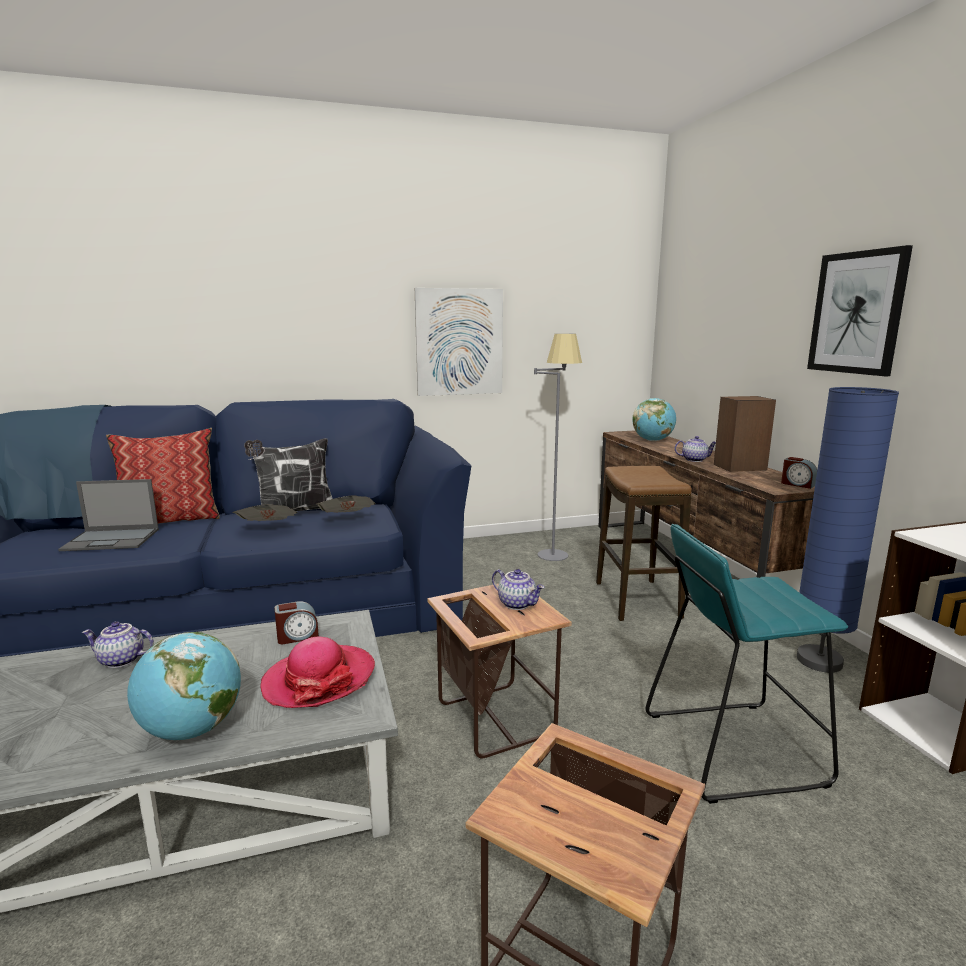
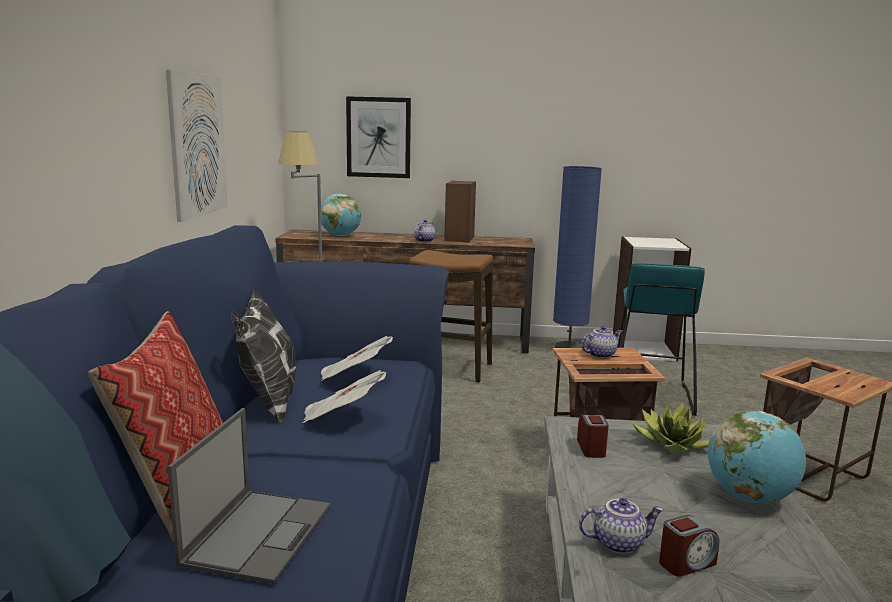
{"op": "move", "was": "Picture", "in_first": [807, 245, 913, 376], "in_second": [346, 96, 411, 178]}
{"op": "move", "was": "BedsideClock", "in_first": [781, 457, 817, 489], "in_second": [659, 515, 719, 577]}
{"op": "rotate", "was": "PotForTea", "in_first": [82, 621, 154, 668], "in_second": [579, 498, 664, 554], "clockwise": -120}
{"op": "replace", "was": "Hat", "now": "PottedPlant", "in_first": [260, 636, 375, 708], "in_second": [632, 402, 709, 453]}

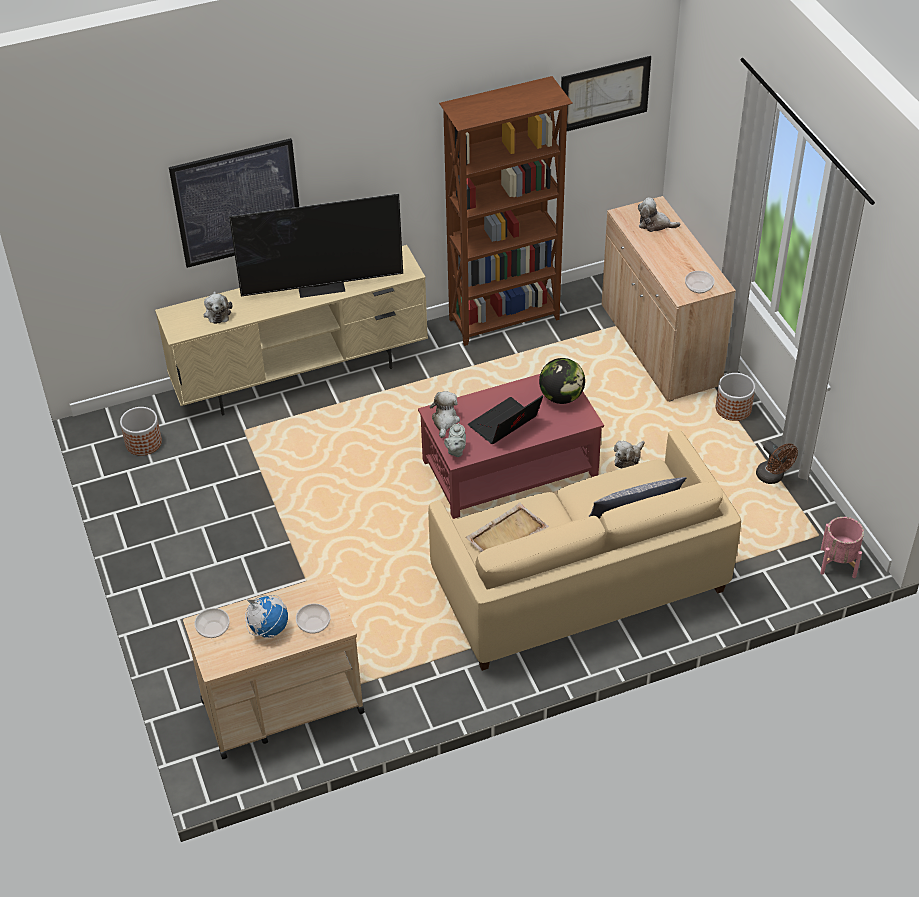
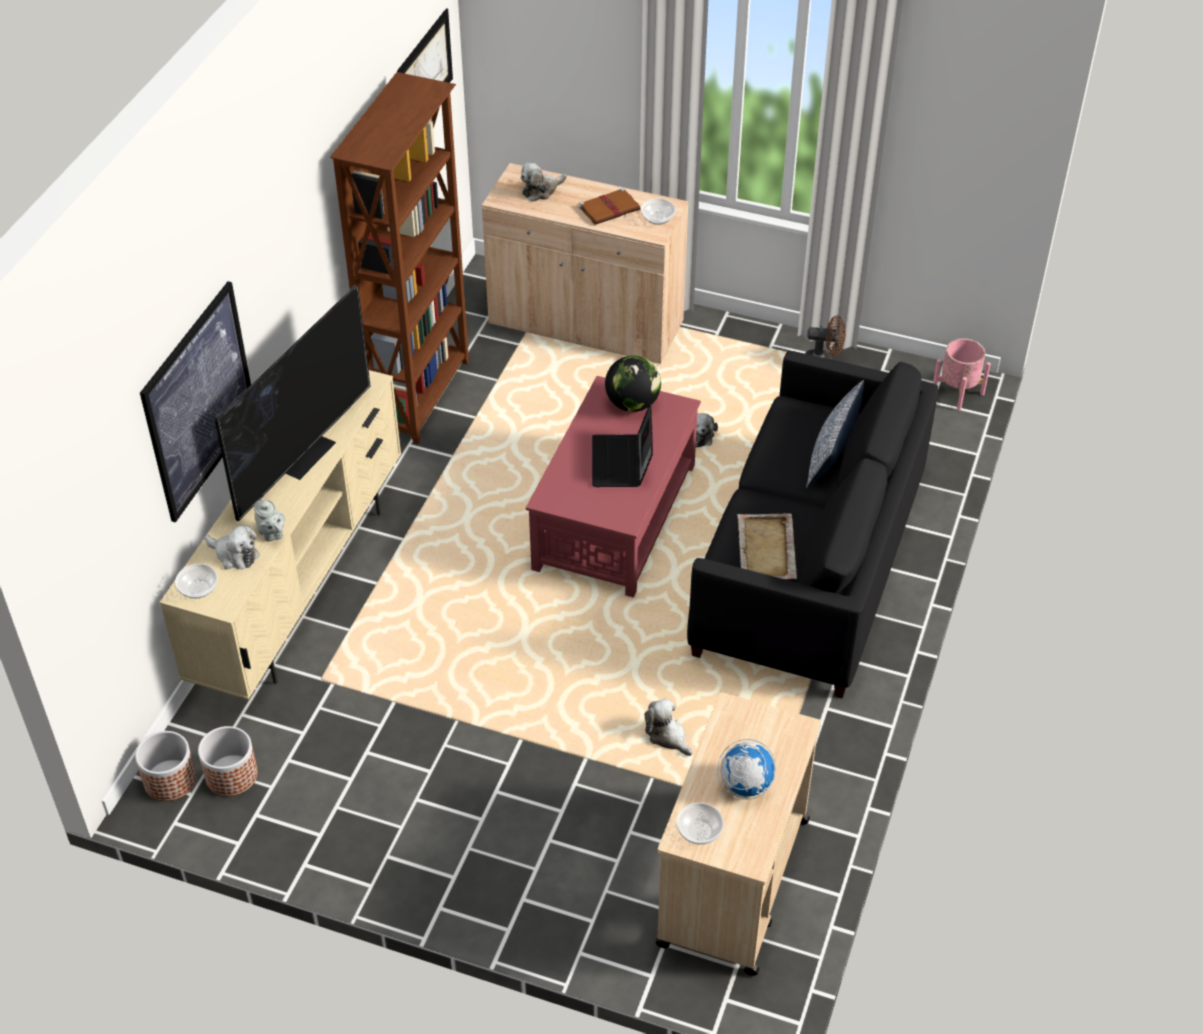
{"op": "move", "was": "Planter", "in_first": [716, 373, 755, 421], "in_second": [135, 731, 196, 801]}
{"op": "move", "was": "CuddlyToy", "in_first": [430, 391, 460, 438], "in_second": [644, 698, 692, 756]}
{"op": "move", "was": "GreyishPotForTea", "in_first": [444, 423, 466, 457], "in_second": [254, 498, 285, 542]}
{"op": "recolor", "was": "SandColouredCouch", "now": "BlackColouredCouch", "in_first": [428, 429, 741, 671], "in_second": [687, 351, 939, 699]}
{"op": "move", "was": "ServingBowl", "in_first": [296, 603, 331, 634], "in_second": [175, 564, 218, 598]}
{"op": "insert", "now": "BrownishBoundBook", "in_second": [579, 188, 640, 225]}

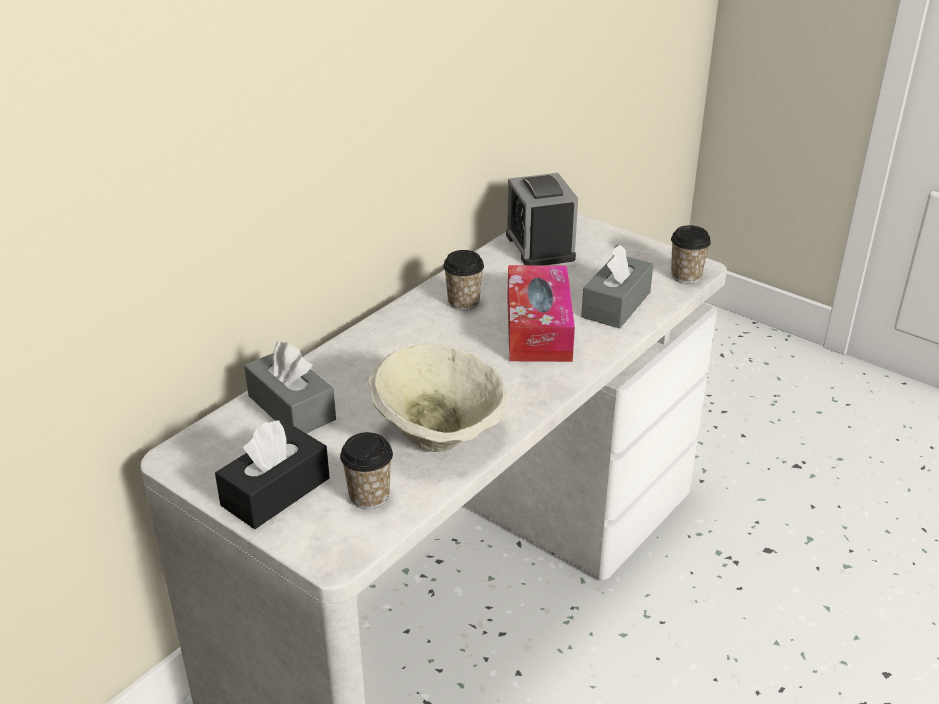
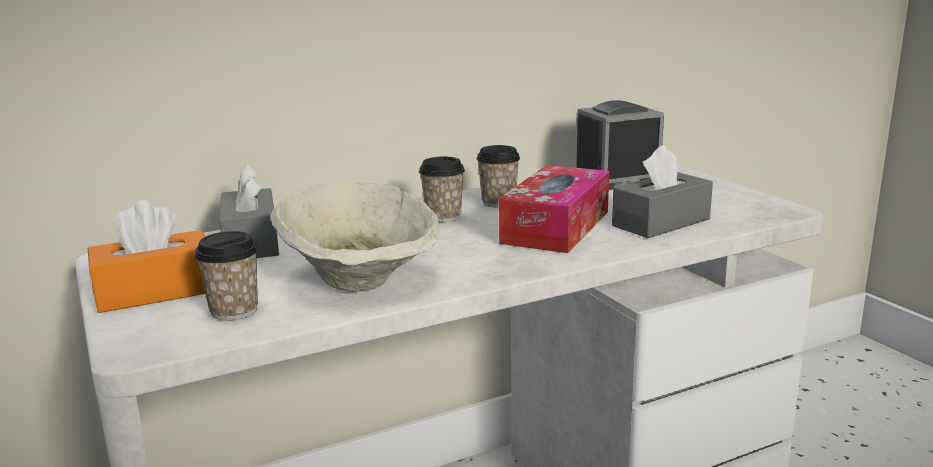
{"op": "rotate", "was": "BedsideClock", "in_first": [506, 173, 578, 265], "in_second": [576, 100, 664, 190], "clockwise": 60}
{"op": "move", "was": "DrinkingCup", "in_first": [671, 225, 711, 284], "in_second": [419, 157, 465, 222]}
{"op": "recolor", "was": "BlackColouredTissueHolder", "now": "OrangeyTissueHolder", "in_first": [215, 420, 330, 529], "in_second": [88, 200, 205, 313]}

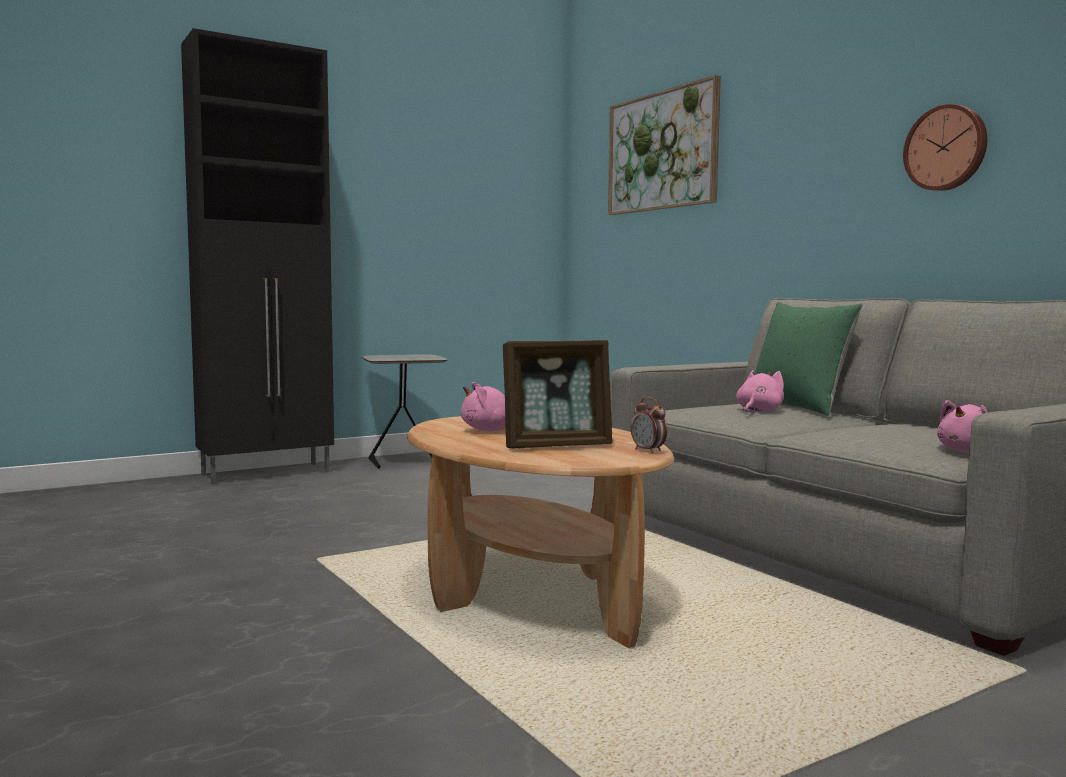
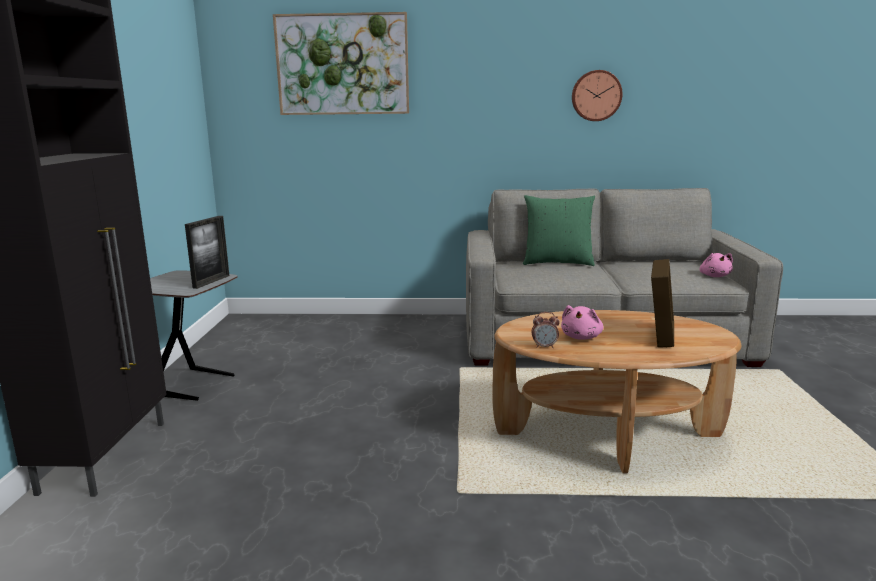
{"op": "delete", "was": "PinkCuddlyToy", "in_first": [736, 370, 784, 412]}
{"op": "move", "was": "BedsideClock", "in_first": [631, 397, 667, 453], "in_second": [532, 312, 560, 348]}
{"op": "insert", "now": "PictureFrame", "in_second": [185, 216, 230, 289]}

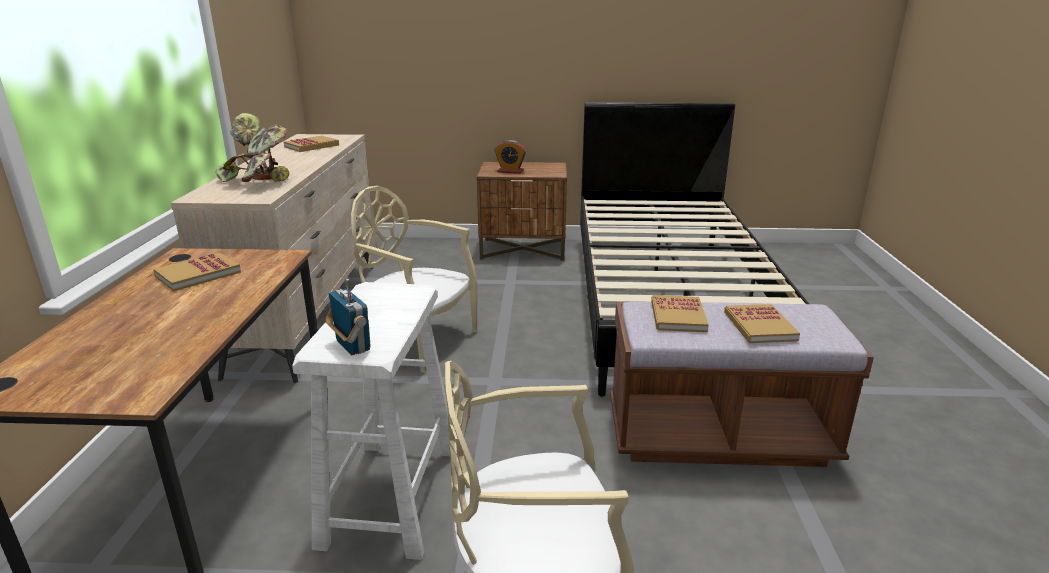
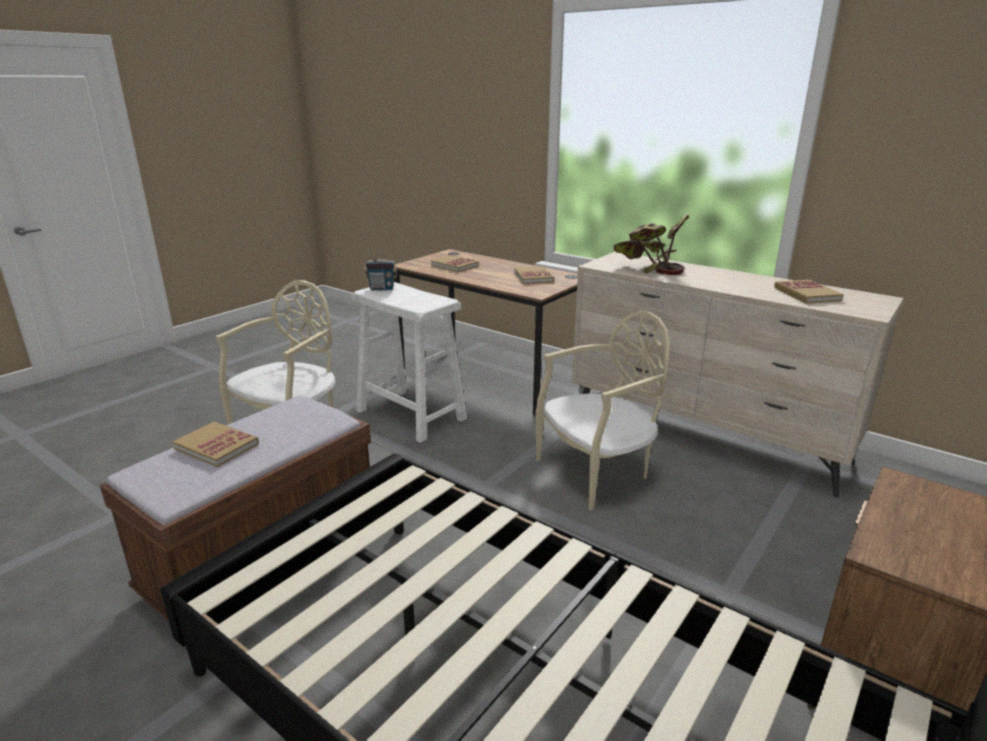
{"op": "delete", "was": "BedsideClock", "in_first": [494, 140, 527, 174]}
{"op": "move", "was": "BoundBook", "in_first": [651, 295, 709, 332], "in_second": [431, 255, 479, 272]}

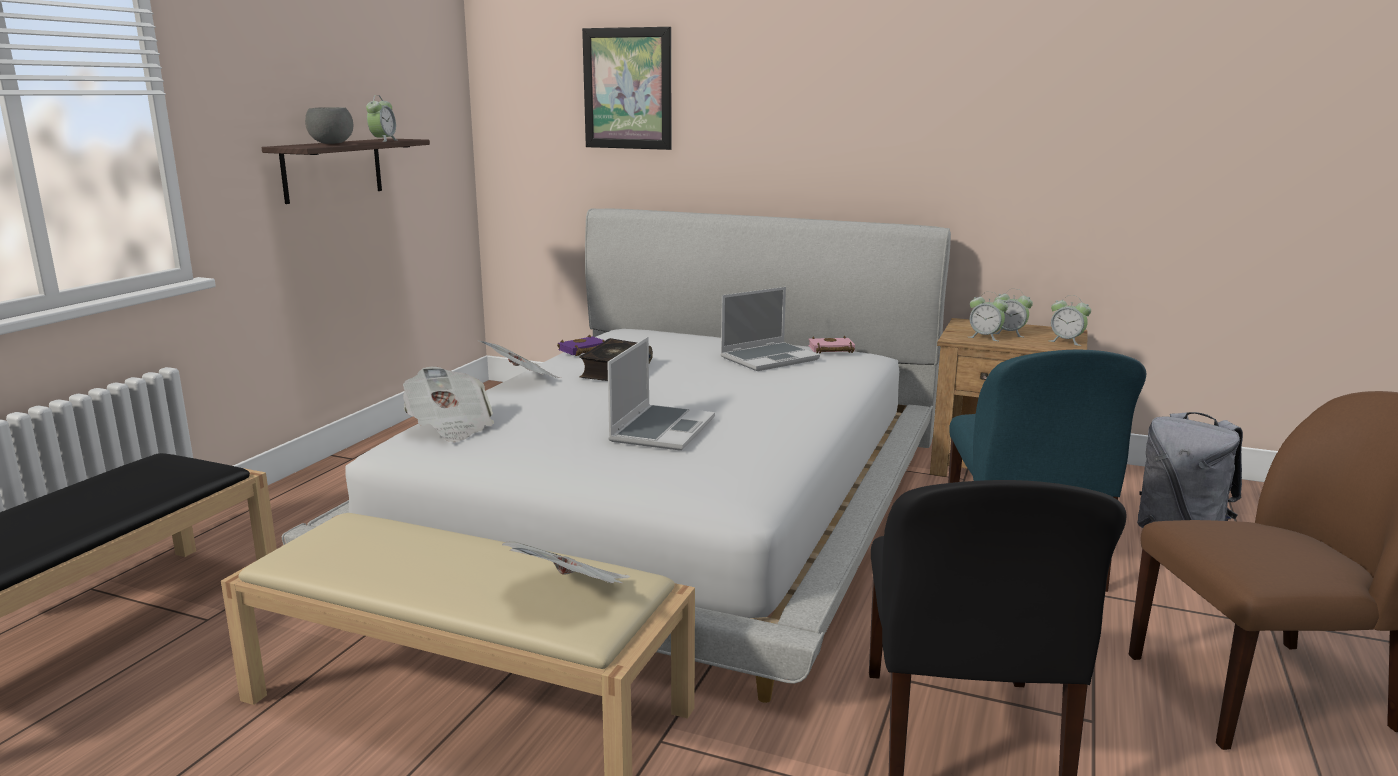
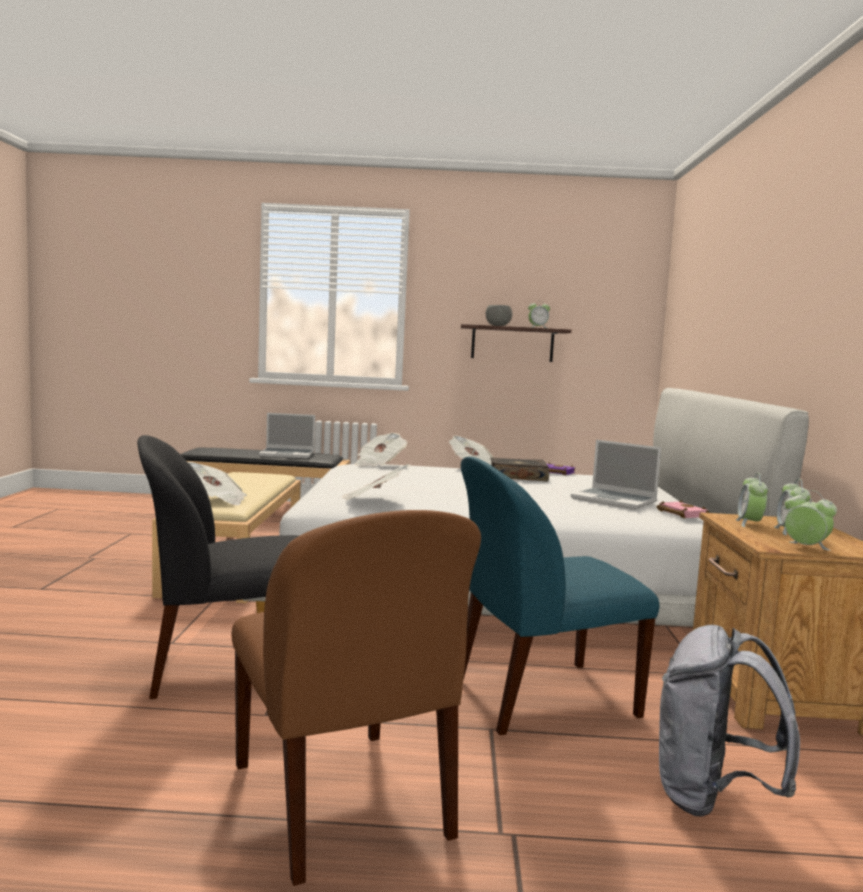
{"op": "delete", "was": "Picture", "in_first": [582, 27, 672, 150]}
{"op": "rotate", "was": "BedsideClock", "in_first": [1050, 295, 1091, 346], "in_second": [785, 490, 837, 551], "clockwise": 120}
{"op": "move", "was": "NotebookComputer", "in_first": [607, 337, 715, 451], "in_second": [259, 413, 315, 459]}
{"op": "insert", "now": "Newspaper", "in_second": [342, 464, 410, 500]}

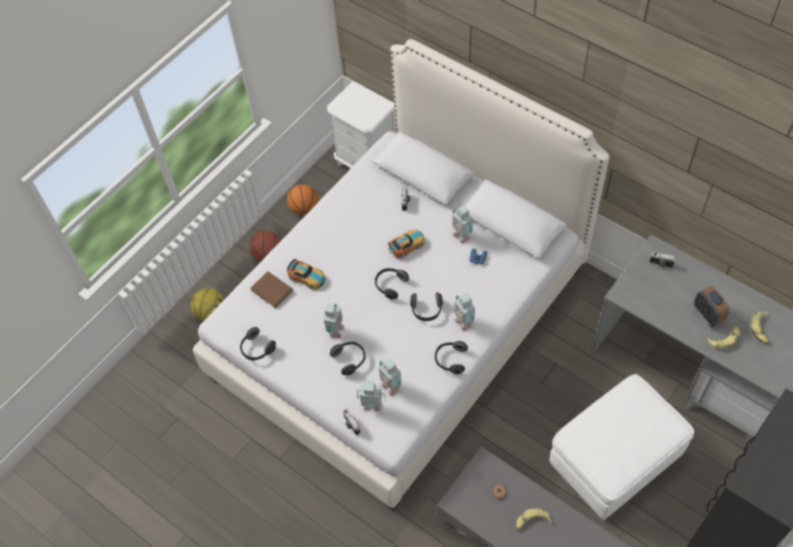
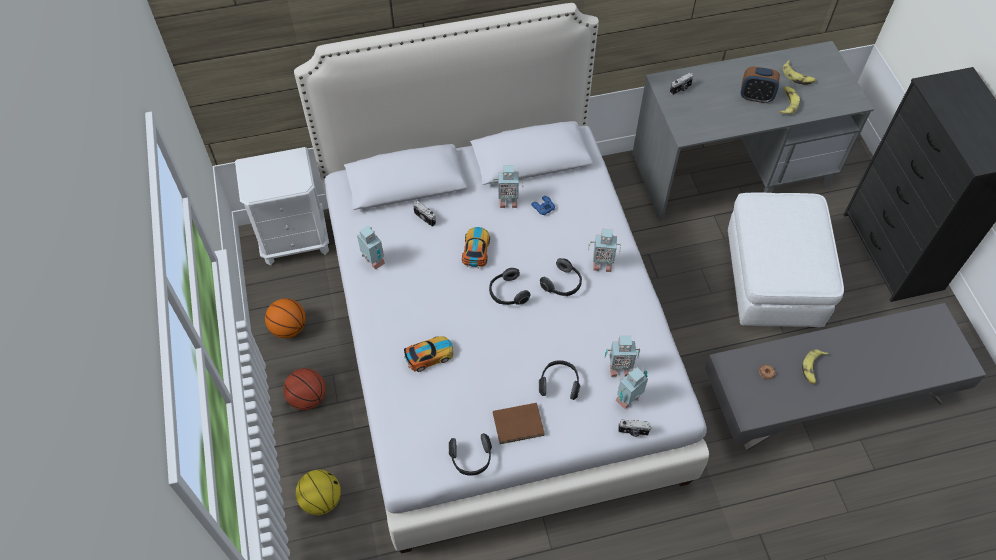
{"op": "move", "was": "BrownishBoundBook", "in_first": [250, 271, 293, 308], "in_second": [493, 403, 545, 444]}
{"op": "move", "was": "ToyRobot", "in_first": [324, 303, 344, 339], "in_second": [357, 226, 385, 270]}
{"op": "delete", "was": "Headphones", "in_first": [435, 341, 468, 374]}

